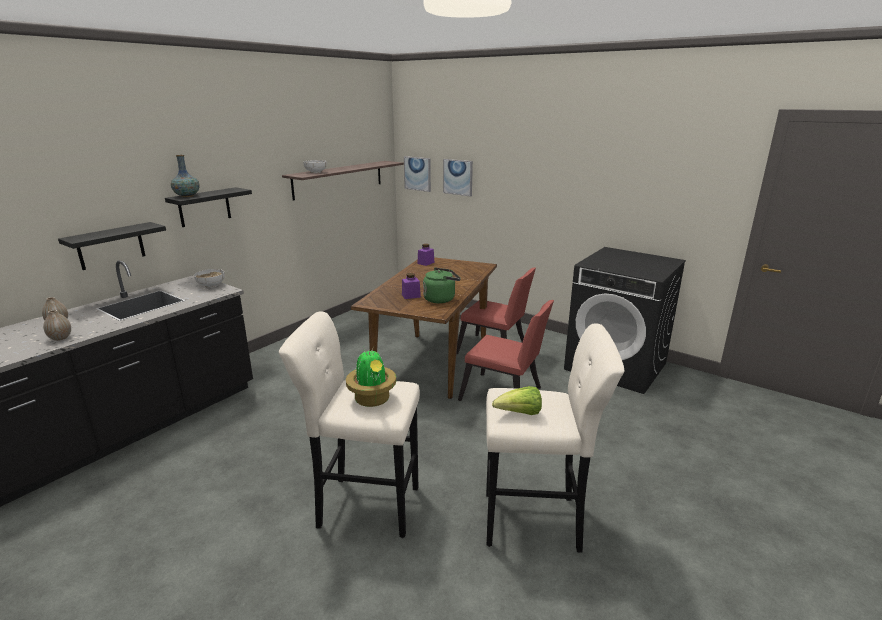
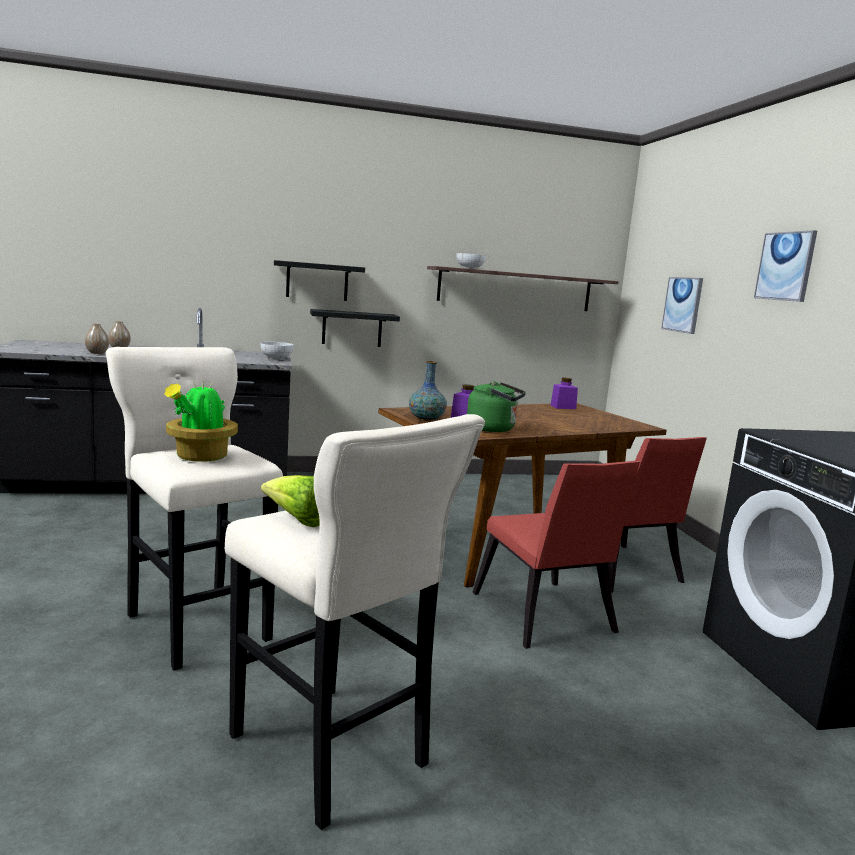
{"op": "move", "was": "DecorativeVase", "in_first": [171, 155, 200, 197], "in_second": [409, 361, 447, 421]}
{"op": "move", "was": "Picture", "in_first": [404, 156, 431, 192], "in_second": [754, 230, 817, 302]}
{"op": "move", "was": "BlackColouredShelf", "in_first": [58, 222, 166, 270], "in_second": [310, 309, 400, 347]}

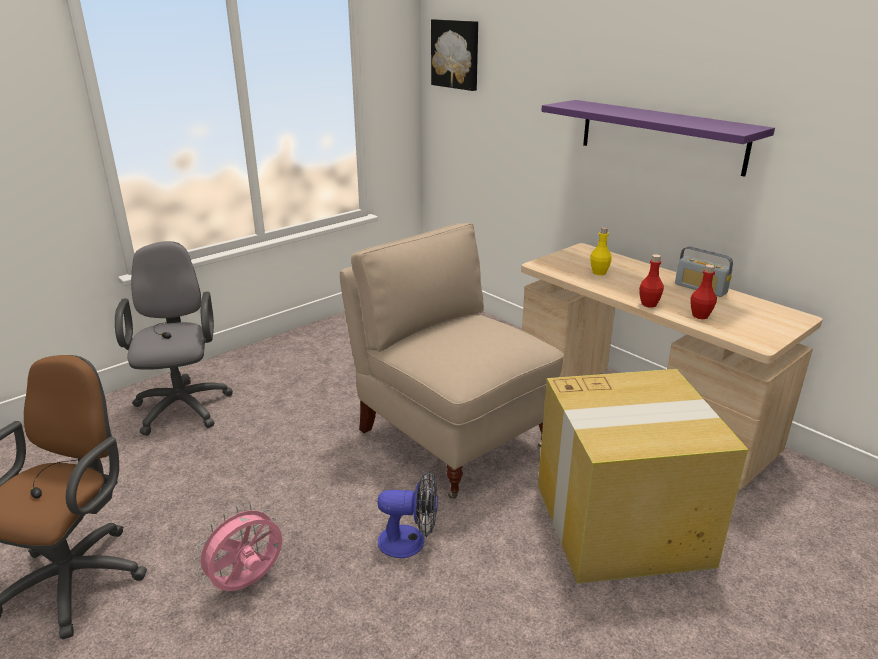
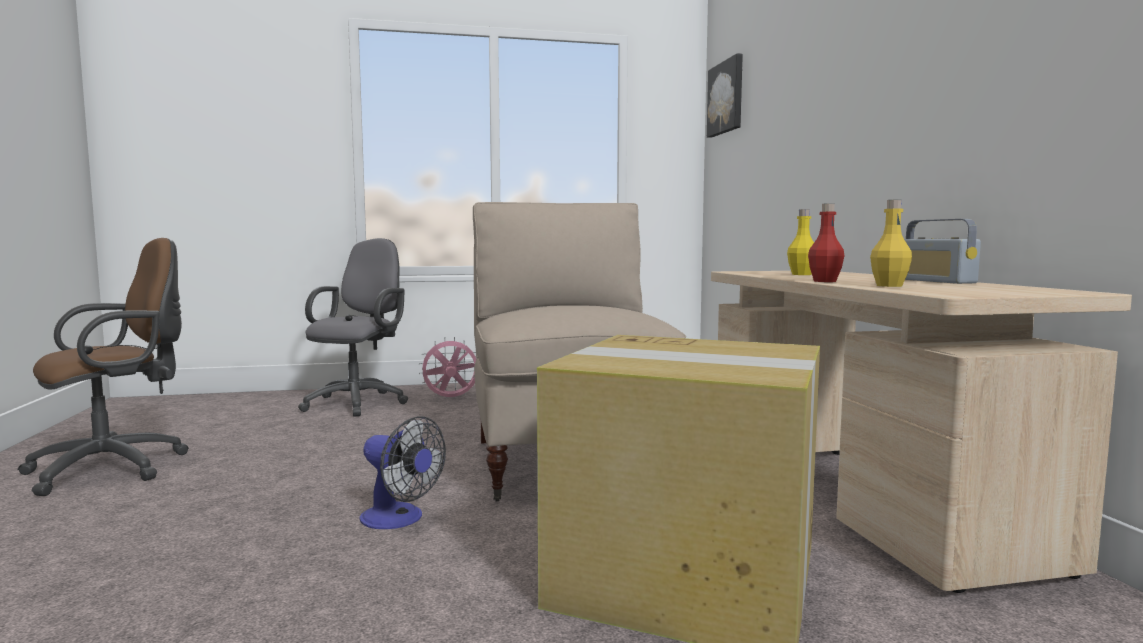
{"op": "delete", "was": "PurpleColouredShelf", "in_first": [541, 100, 775, 177]}
{"op": "recolor", "was": "RedColouredBottle", "now": "YellowColouredBottle", "in_first": [691, 264, 717, 319], "in_second": [870, 200, 912, 287]}
{"op": "move", "was": "PinkFan", "in_first": [193, 504, 282, 591], "in_second": [419, 337, 476, 398]}

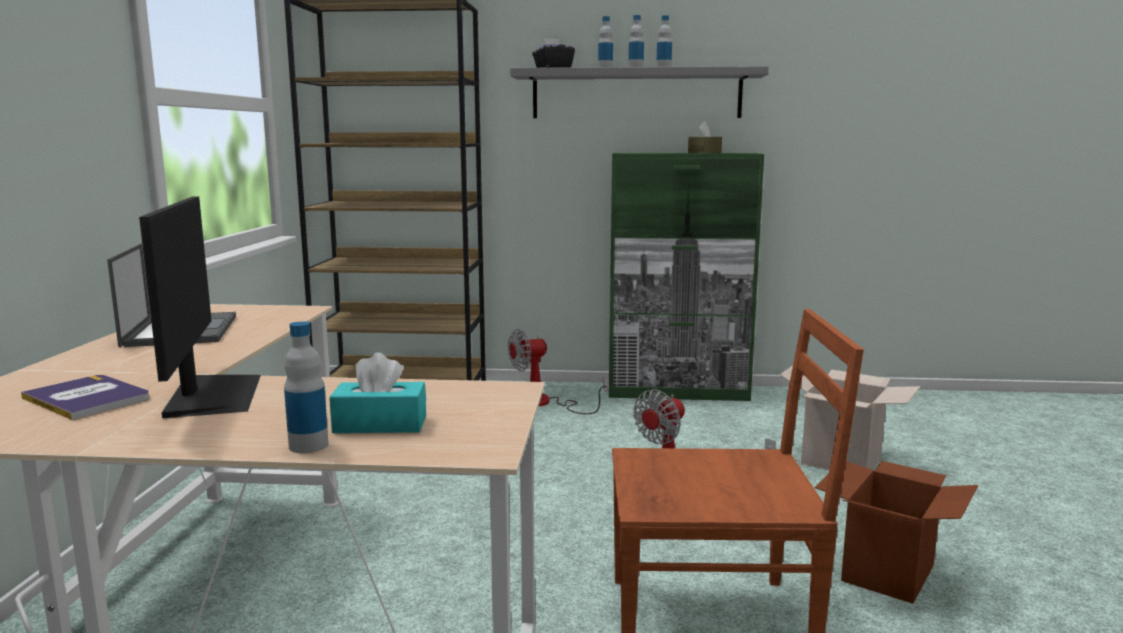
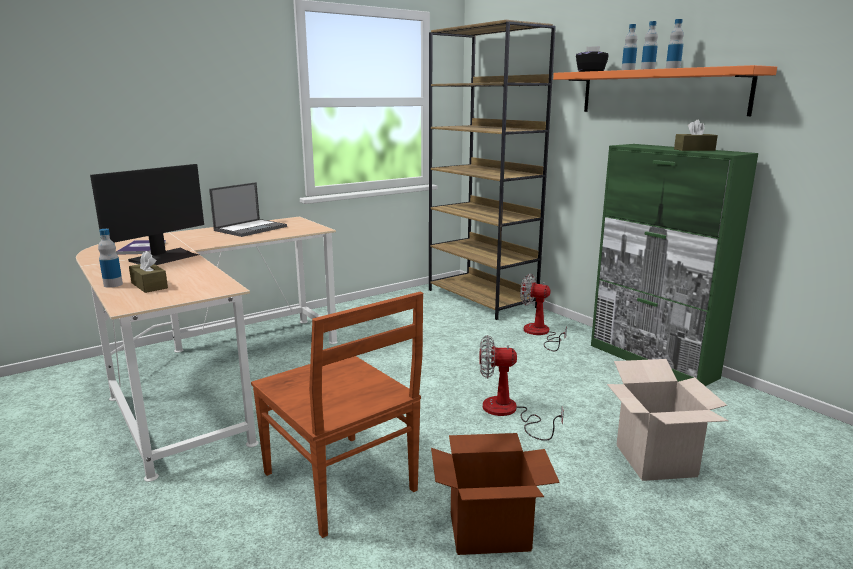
{"op": "recolor", "was": "GreyishShelf", "now": "OrangeyShelf", "in_first": [510, 66, 769, 118], "in_second": [553, 65, 777, 116]}
{"op": "recolor", "was": "TurquoiseColouredTissueHolder", "now": "BrownishTissueHolder", "in_first": [329, 353, 426, 433], "in_second": [129, 251, 168, 293]}

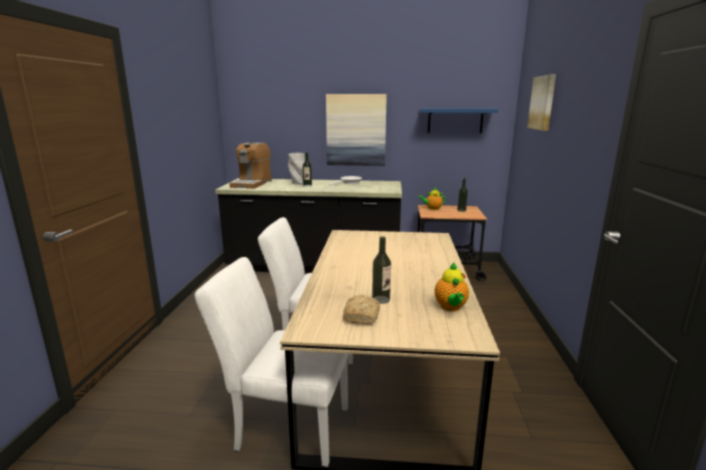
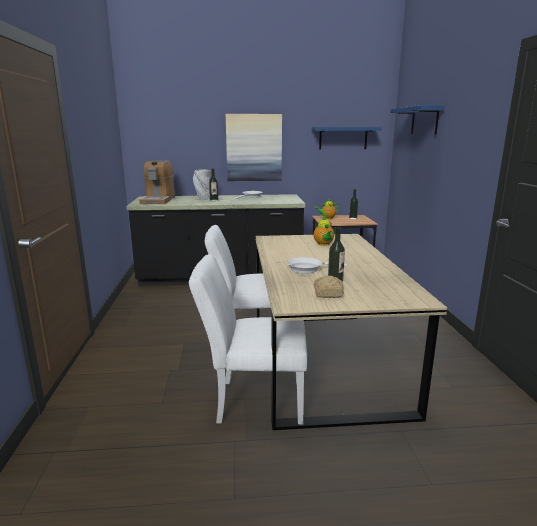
{"op": "replace", "was": "Picture", "now": "BlueShelf", "in_first": [527, 74, 556, 131], "in_second": [390, 105, 445, 135]}
{"op": "move", "was": "PotForTea", "in_first": [435, 263, 469, 311], "in_second": [314, 215, 334, 246]}
{"op": "insert", "now": "WhiteColouredPan", "in_second": [287, 257, 347, 274]}

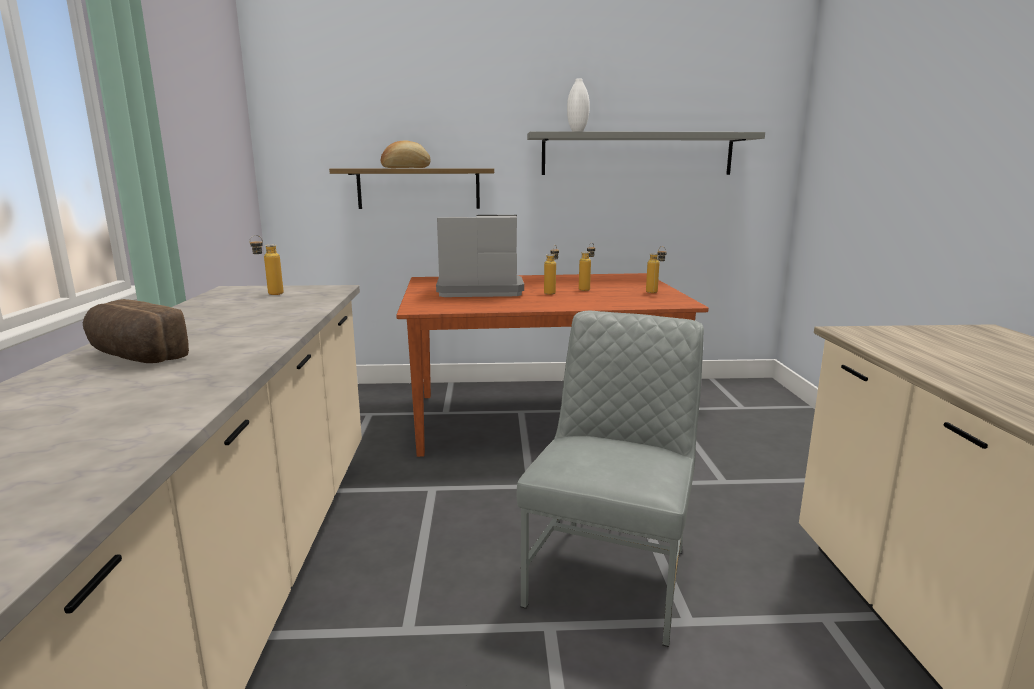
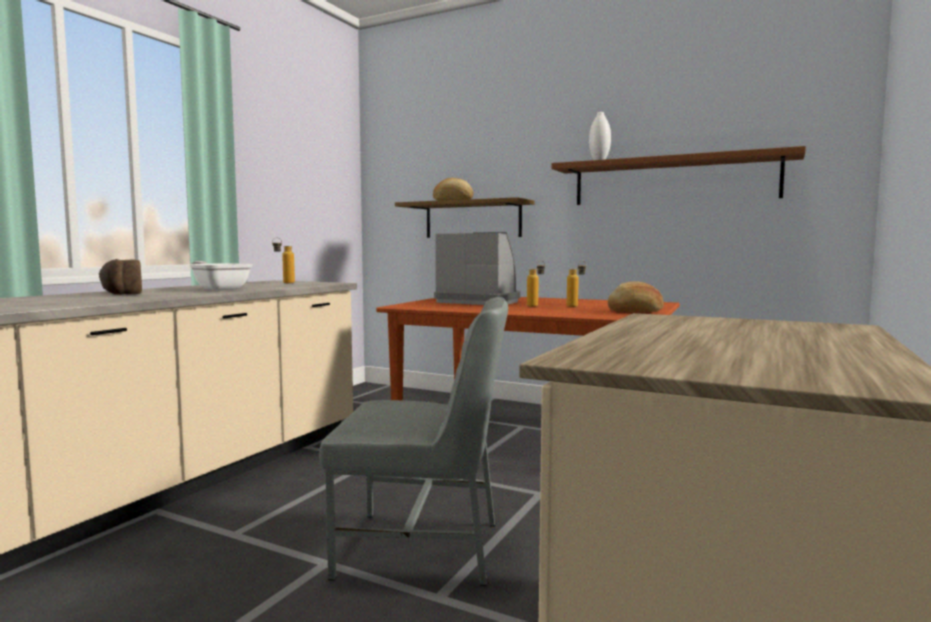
{"op": "recolor", "was": "GreyishShelf", "now": "BrownishShelf", "in_first": [527, 131, 765, 175], "in_second": [551, 146, 806, 205]}
{"op": "replace", "was": "Bottle", "now": "BakedBread", "in_first": [646, 246, 667, 293], "in_second": [608, 281, 664, 312]}
{"op": "rotate", "was": "GreyishChair", "in_first": [517, 311, 704, 647], "in_second": [319, 297, 508, 586], "clockwise": 45}
{"op": "insert", "now": "Pan", "in_second": [189, 261, 253, 290]}

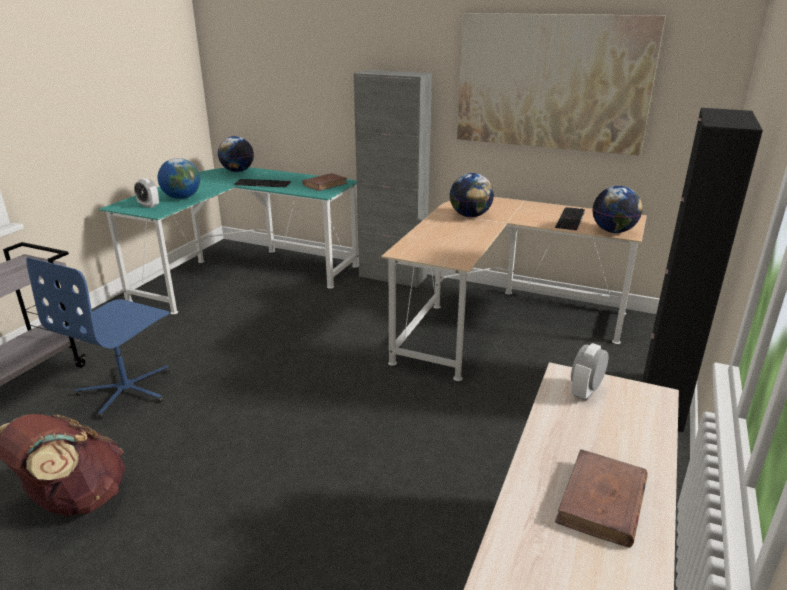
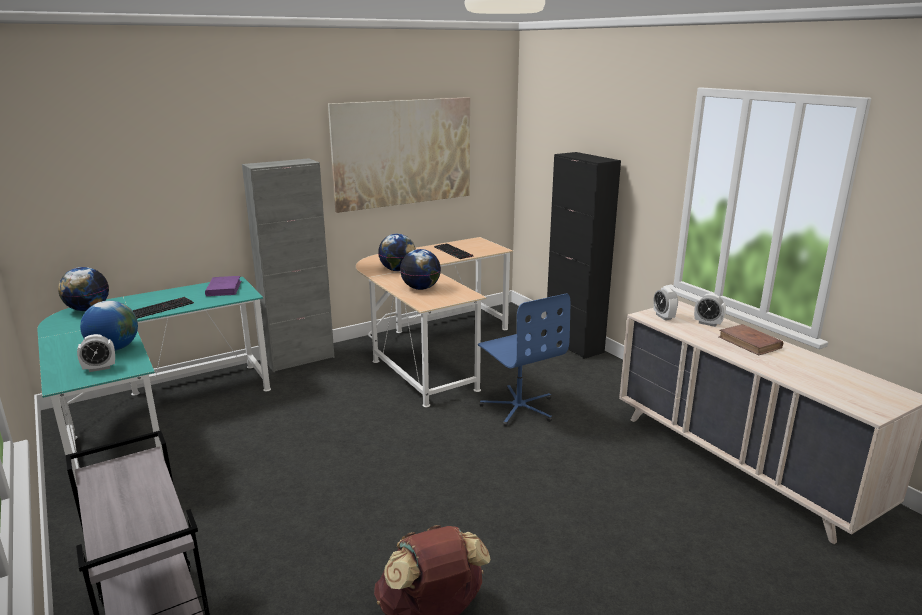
{"op": "recolor", "was": "BrownishBoundBook", "now": "PurpleColouredBoundBook", "in_first": [302, 173, 347, 191], "in_second": [205, 276, 241, 296]}
{"op": "move", "was": "DeskGlobe", "in_first": [593, 186, 642, 233], "in_second": [400, 249, 441, 290]}
{"op": "move", "was": "BlueDeskChair", "in_first": [26, 257, 170, 419], "in_second": [478, 293, 570, 427]}
{"op": "insert", "now": "BedsideClock", "in_second": [694, 293, 726, 327]}

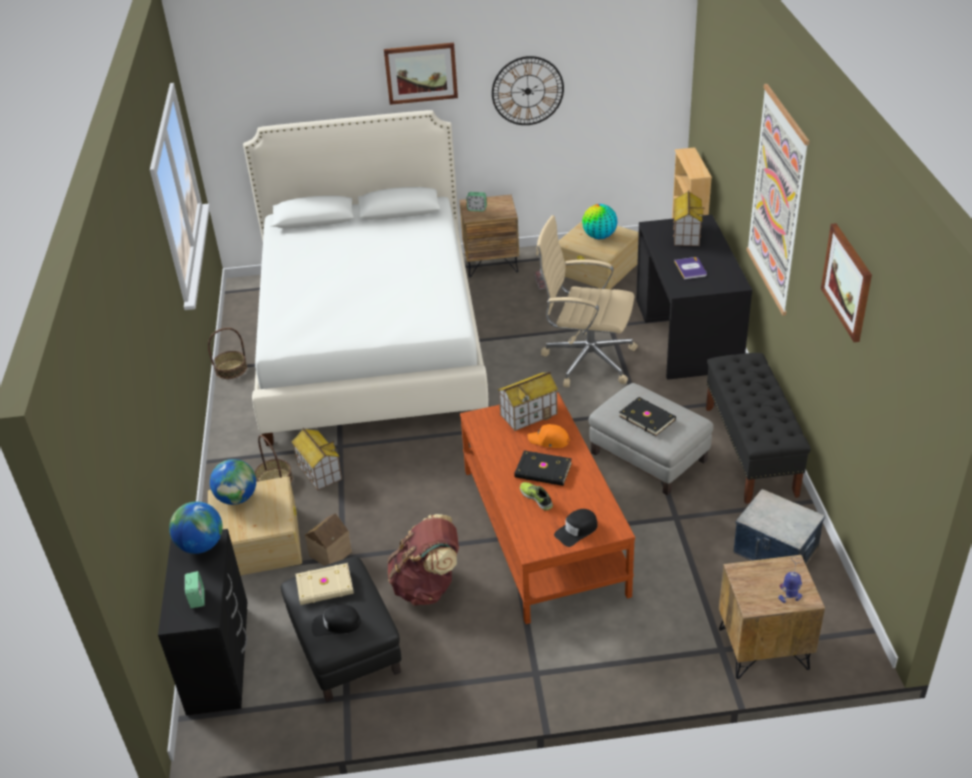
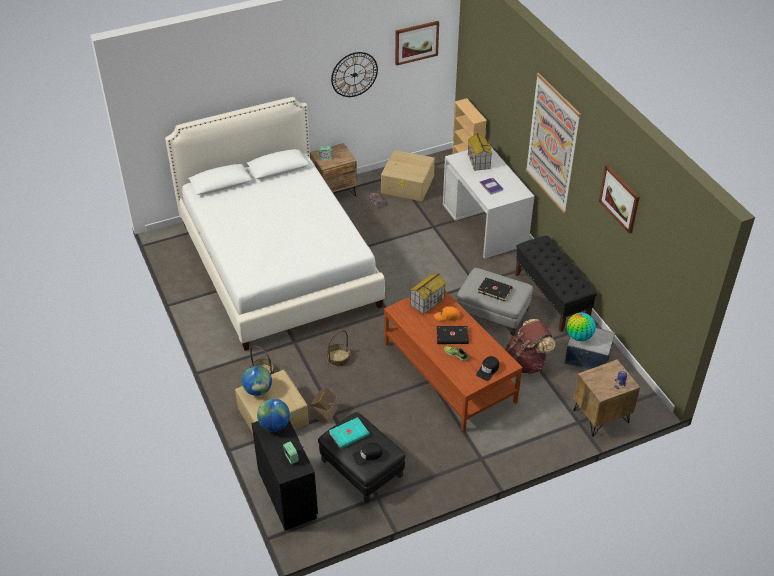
{"op": "move", "was": "Picture", "in_first": [384, 43, 458, 105], "in_second": [395, 21, 439, 66]}
{"op": "move", "was": "DeskGlobe", "in_first": [582, 204, 618, 239], "in_second": [567, 313, 596, 341]}
{"op": "delete", "was": "SandColouredDeskChair", "in_first": [536, 215, 638, 387]}
{"op": "recolor", "was": "BlackColouredDesk", "now": "WhiteColouredDesk", "in_first": [636, 215, 752, 380], "in_second": [443, 144, 534, 259]}
{"op": "move", "was": "Basket", "in_first": [208, 328, 247, 379], "in_second": [326, 330, 351, 367]}
{"op": "delete", "was": "ToyHouse", "in_first": [292, 428, 342, 491]}
{"op": "move", "was": "BrownishKnapsack", "in_first": [387, 514, 459, 606], "in_second": [505, 319, 555, 374]}
{"op": "recolor", "was": "SandColouredBoundBook", "now": "TurquoiseColouredBoundBook", "in_first": [296, 563, 354, 605], "in_second": [329, 417, 370, 449]}

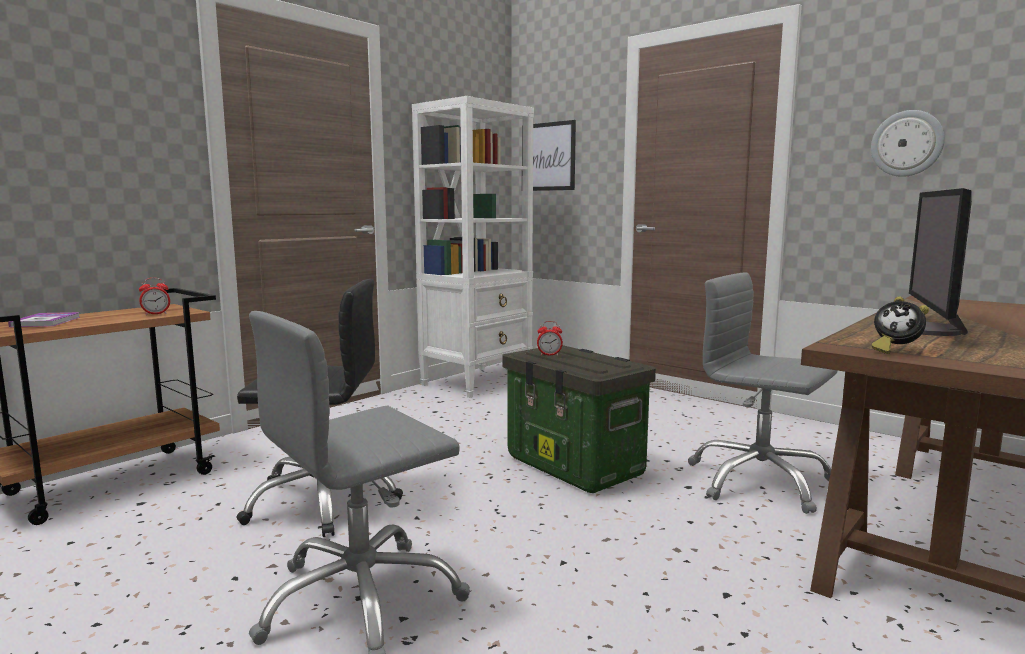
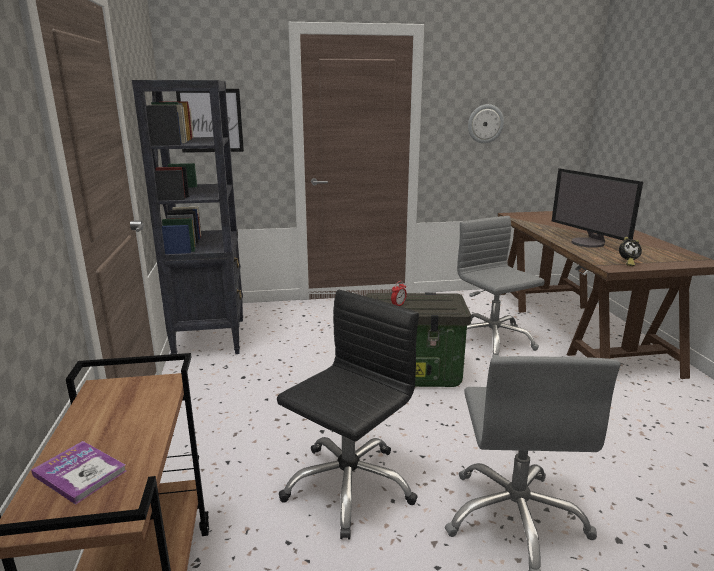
{"op": "recolor", "was": "WhiteColouredShelvingUnit", "now": "BlackColouredShelvingUnit", "in_first": [412, 96, 534, 398], "in_second": [132, 80, 243, 354]}
{"op": "rotate", "was": "GreyishDeskChair", "in_first": [688, 273, 838, 514], "in_second": [457, 216, 545, 358], "clockwise": 75}
{"op": "delete", "was": "BedsideClock", "in_first": [139, 278, 170, 315]}

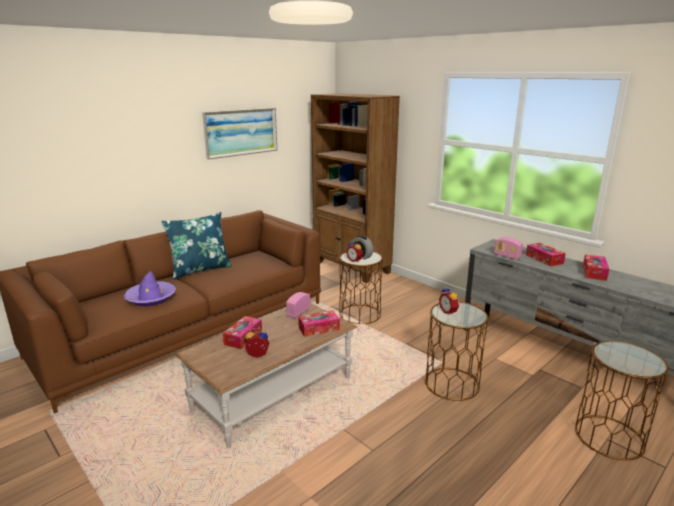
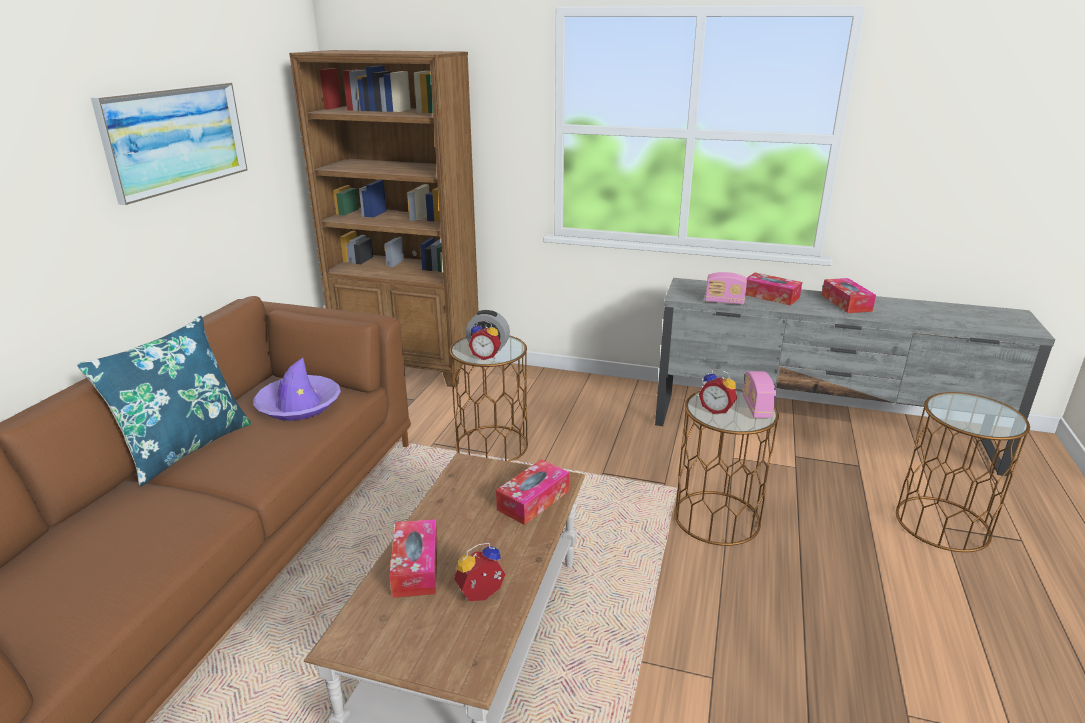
{"op": "move", "was": "PurpleColouredHat", "in_first": [124, 271, 176, 306], "in_second": [253, 358, 341, 421]}
{"op": "move", "was": "Radio", "in_first": [286, 292, 310, 319], "in_second": [743, 371, 776, 418]}

